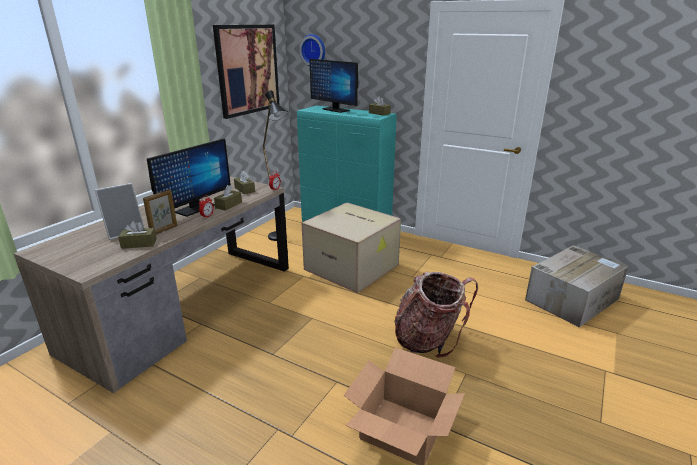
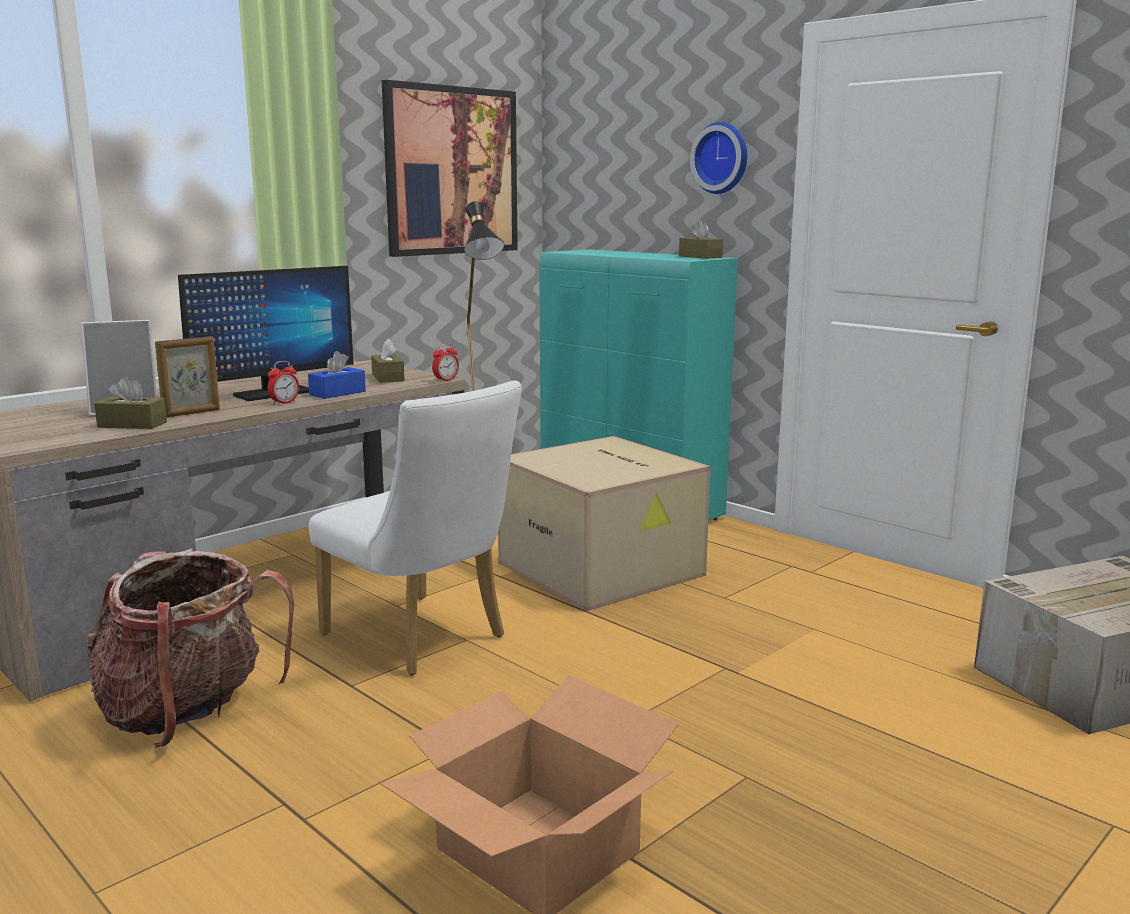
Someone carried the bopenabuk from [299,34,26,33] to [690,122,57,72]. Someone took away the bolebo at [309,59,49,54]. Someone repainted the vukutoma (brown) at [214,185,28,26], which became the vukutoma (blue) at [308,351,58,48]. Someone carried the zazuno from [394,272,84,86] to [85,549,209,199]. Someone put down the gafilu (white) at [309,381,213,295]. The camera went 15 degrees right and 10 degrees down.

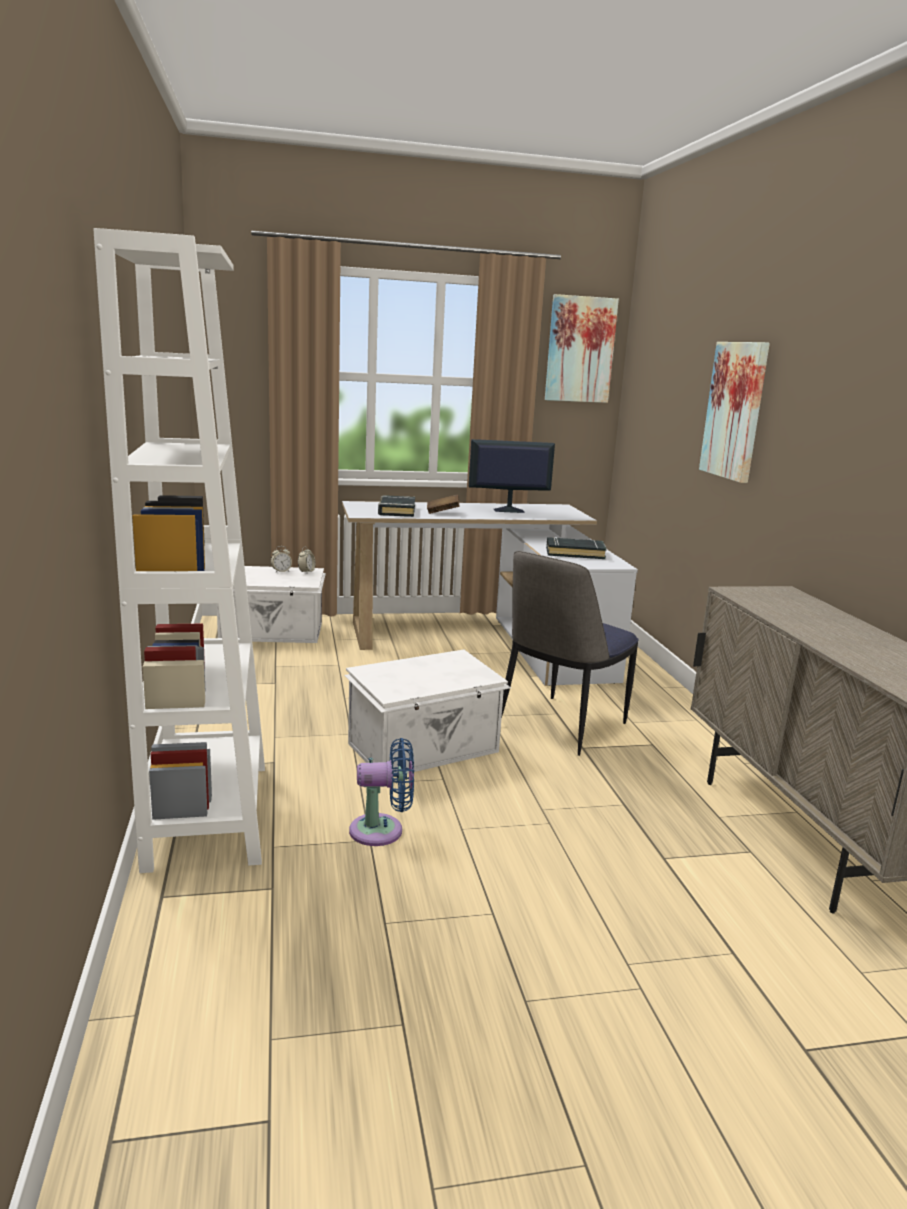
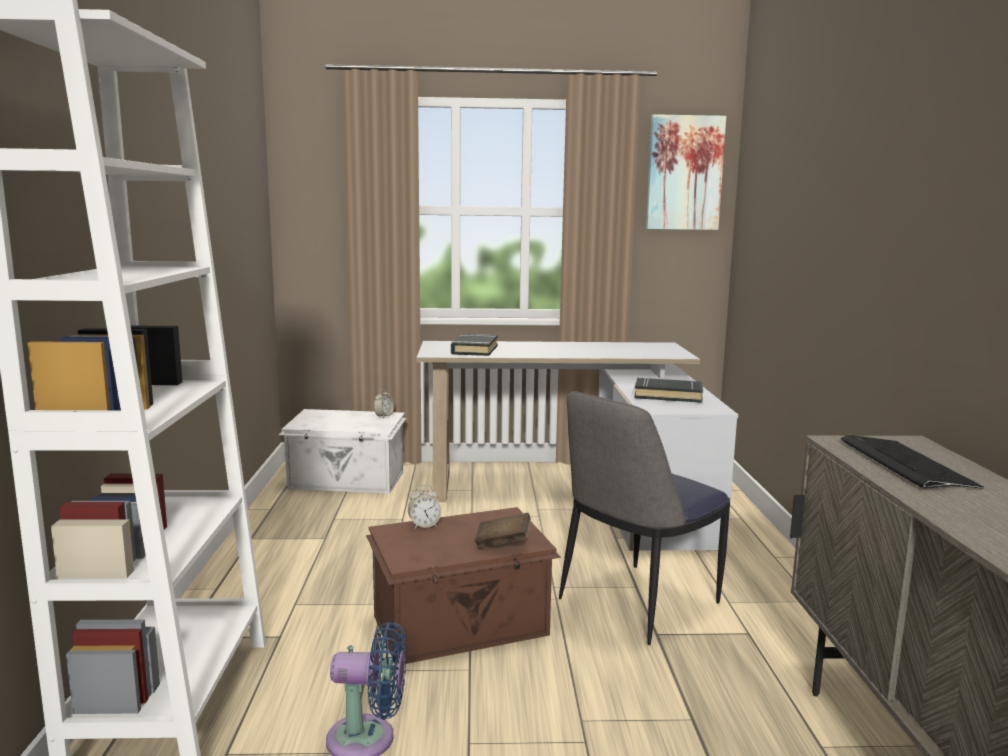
Someone took away the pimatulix at [699,342,71,141]. Someone took away the bolebo at [469,439,86,74]. Someone carried the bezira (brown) from [427,494,32,20] to [474,513,57,36]. Someone carried the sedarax from [271,546,21,26] to [408,485,34,43]. Someone repainted the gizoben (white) at [344,650,167,124], which became the gizoben (brown) at [366,507,195,159]. Someone put down the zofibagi at [841,435,143,54]. The camera went 10 degrees right and 5 degrees down.

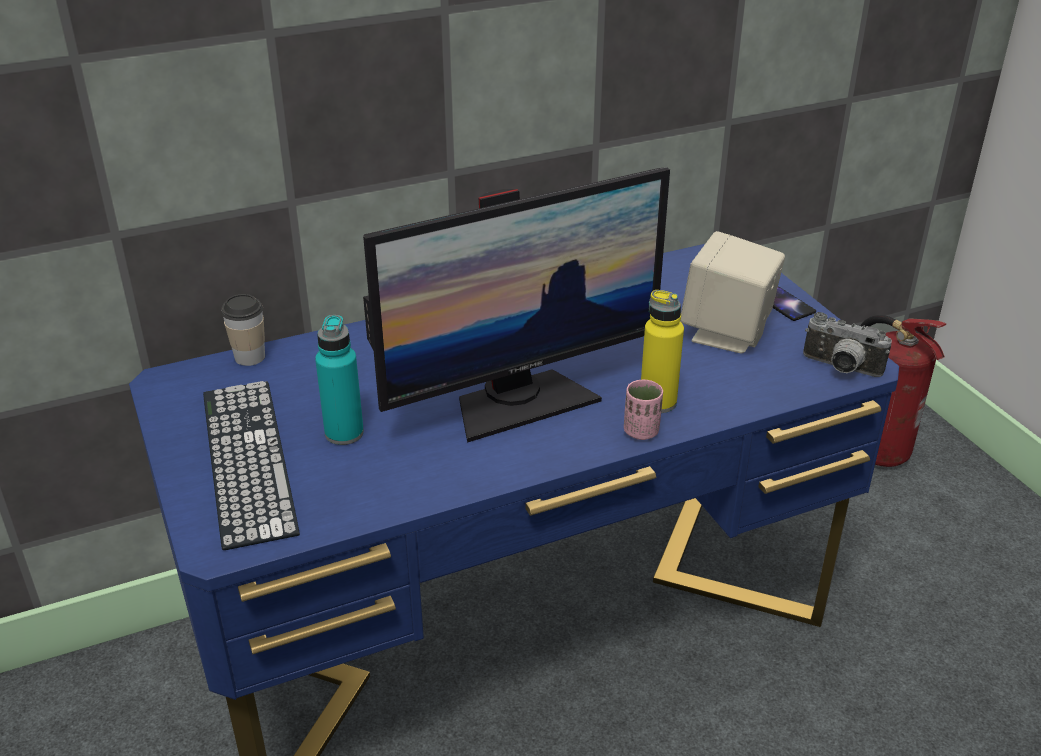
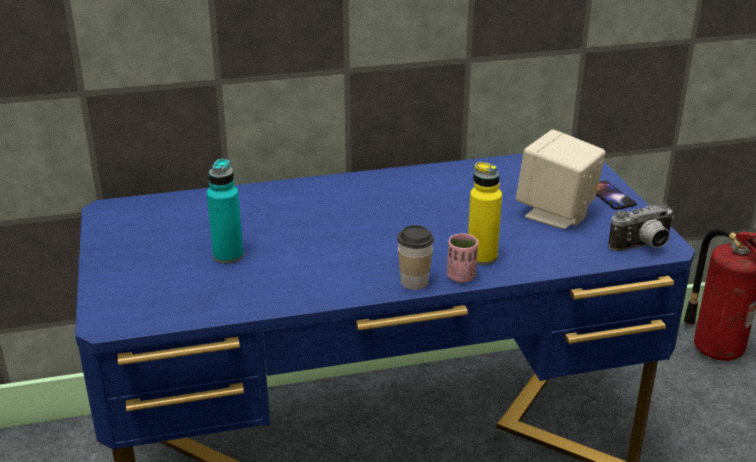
Someone took away the bolebo at [363,167,307,276]. Someone carried the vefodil from [221,294,44,72] to [397,225,37,65]. Someone rotated the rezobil at [803,312,89,65] by 60 degrees counterclockwise. Someone took away the zofibagi at [203,381,97,169]. The camera went 10 degrees right and 5 degrees down.

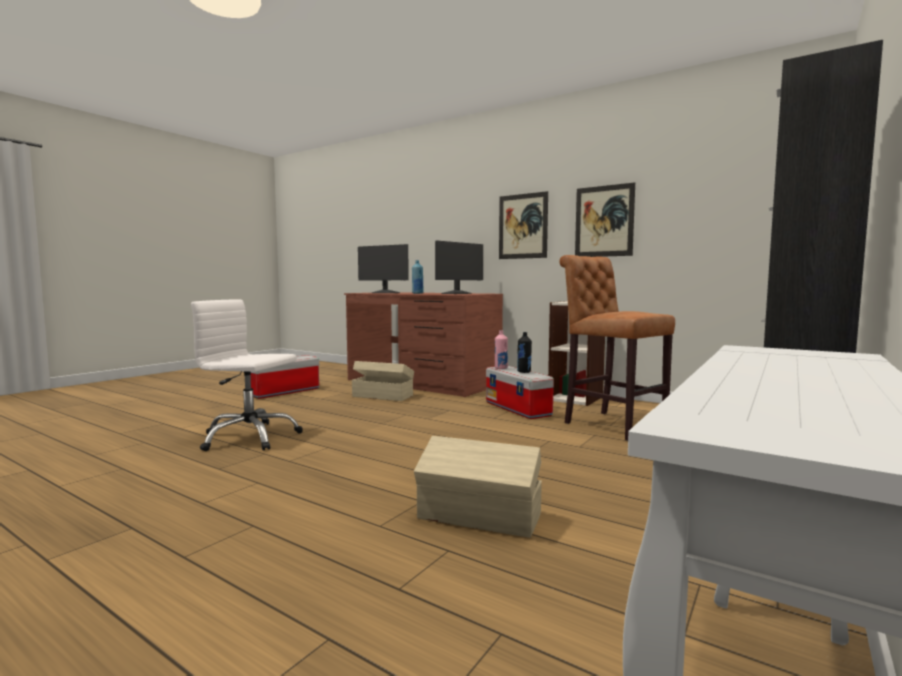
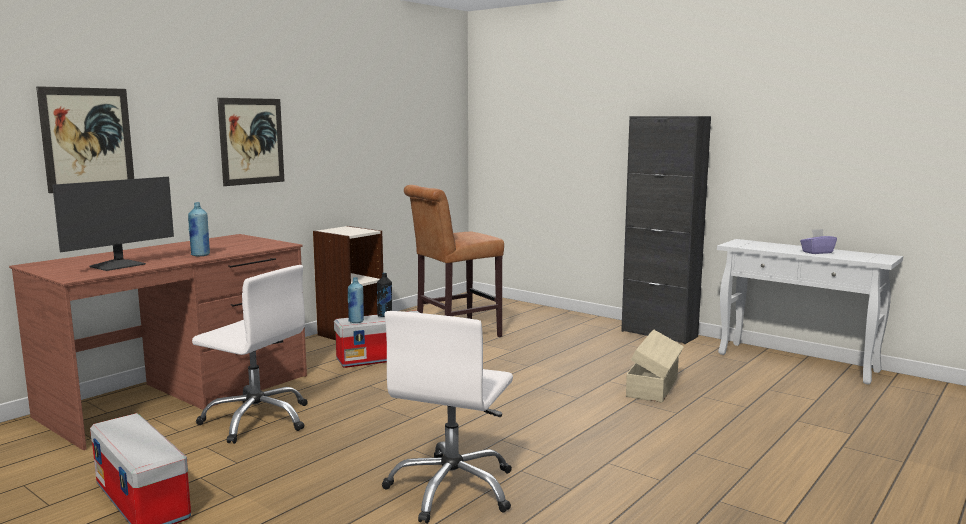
Someone carried the pimatulix from [575,182,60,75] to [36,86,98,107]. Someone took away the bolebo at [435,240,48,54]. Someone repainted the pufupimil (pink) at [495,330,13,39], which became the pufupimil (blue) at [348,277,16,46]. Someone swapped the gizoben (beige) at [352,361,62,40] for the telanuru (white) at [192,265,116,179]. Someone put down the vukutoma (purple) at [800,229,37,25]. The camera went 85 degrees left and 5 degrees up.

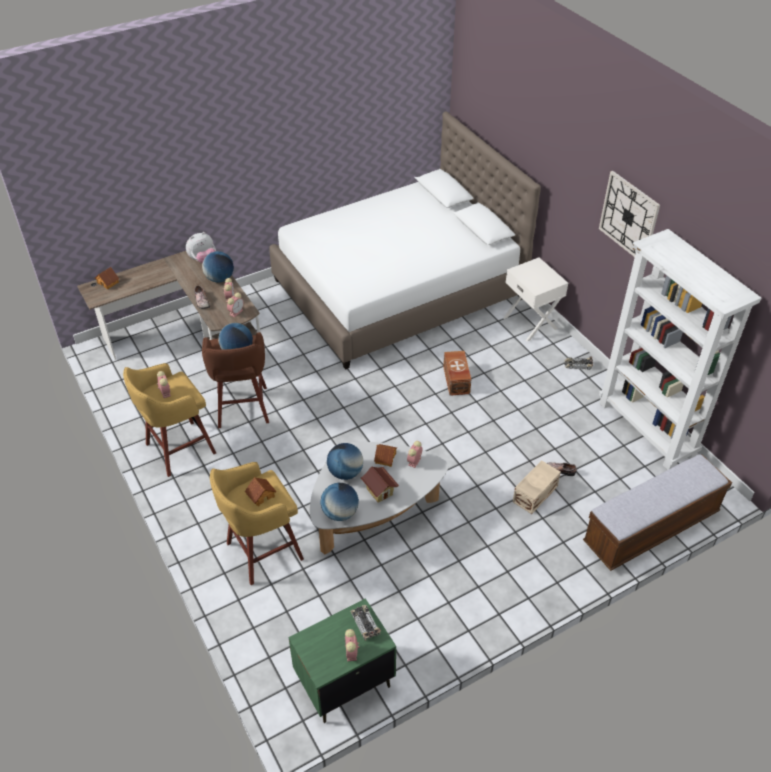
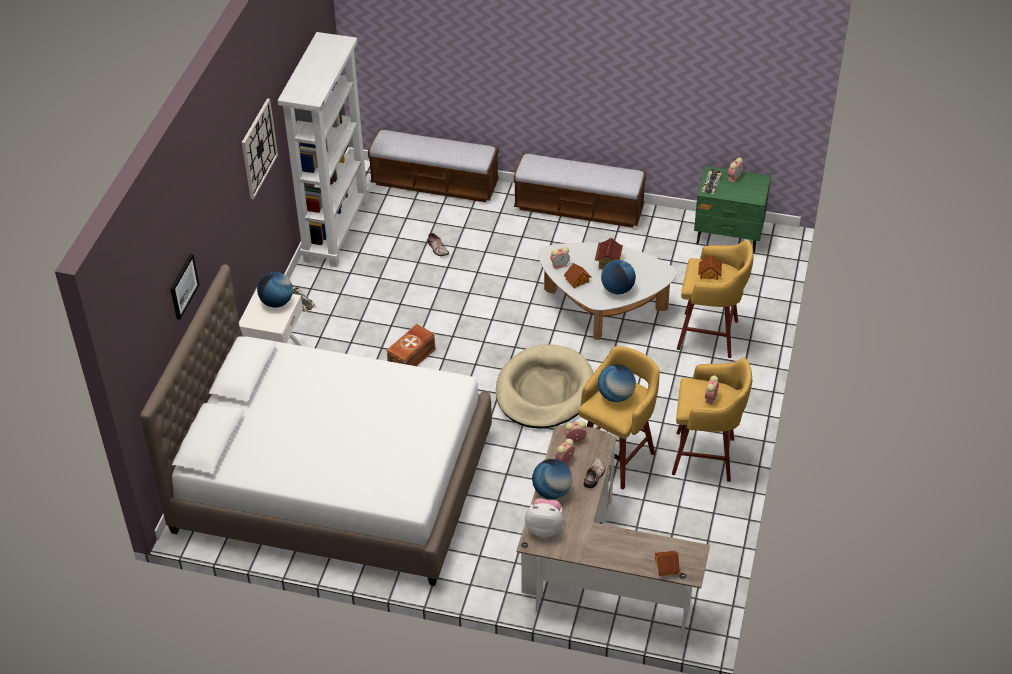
Someone repainted the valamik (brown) at [202,332,67,96], which became the valamik (yellow) at [578,346,82,144]. Someone took away the gizoben (beige) at [513,460,48,54]. Someone carried the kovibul from [320,483,39,38] to [257,272,36,36]. Someone put down the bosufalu at [514,153,132,75]. Someone put up the pimatulix at [170,254,29,66]. Someone put down the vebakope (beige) at [496,344,97,85]. The camera went 135 degrees left and 0 degrees up.

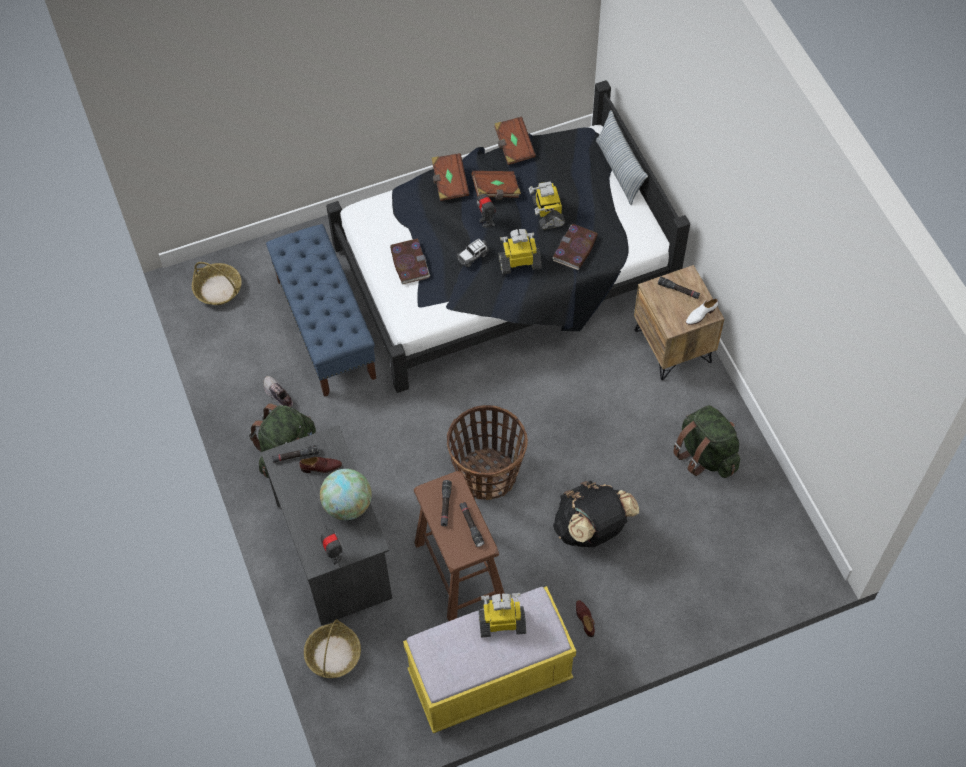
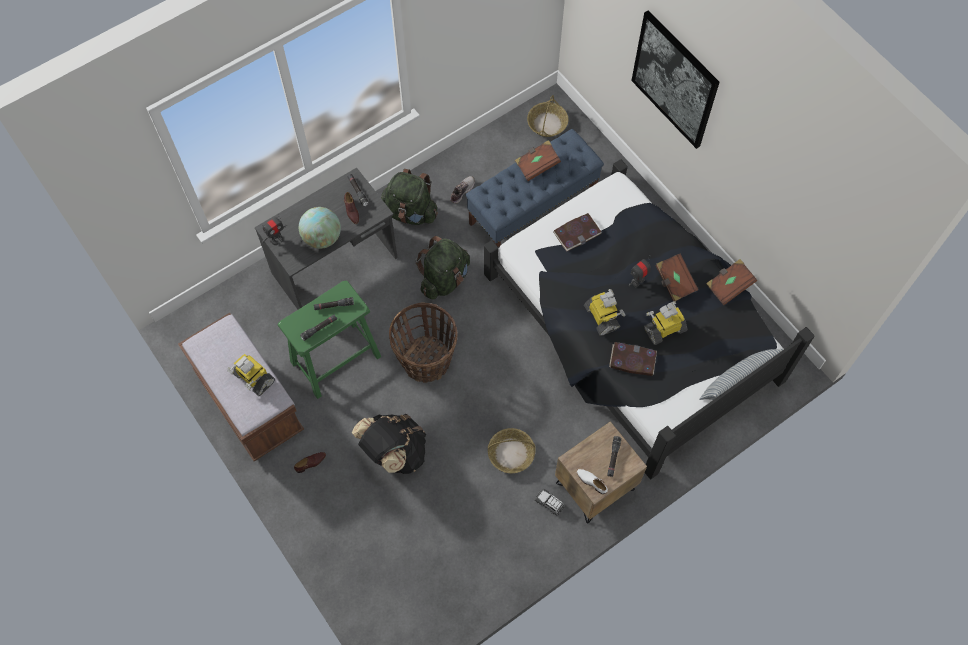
Someone carried the bezira (brown) from [432,153,37,48] to [515,140,46,41]. Someone carried the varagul from [456,239,33,28] to [535,489,30,26]. Someone carried the zazuno (green) from [673,405,67,73] to [415,236,55,64]. Someone repainted the valamik (brown) at [414,471,91,150], which became the valamik (green) at [277,280,104,119]. Someone repainted the bosufalu (yellow) at [403,586,173,147], which became the bosufalu (brown) at [178,313,126,148]. Someone rotated the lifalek at [479,593,47,45] by 150 degrees clockwise. Someone carried the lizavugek from [304,619,57,59] to [488,428,47,45]. Someone put up the pimatulix at [631,10,89,139]. The camera went 75 degrees right and 5 degrees up.

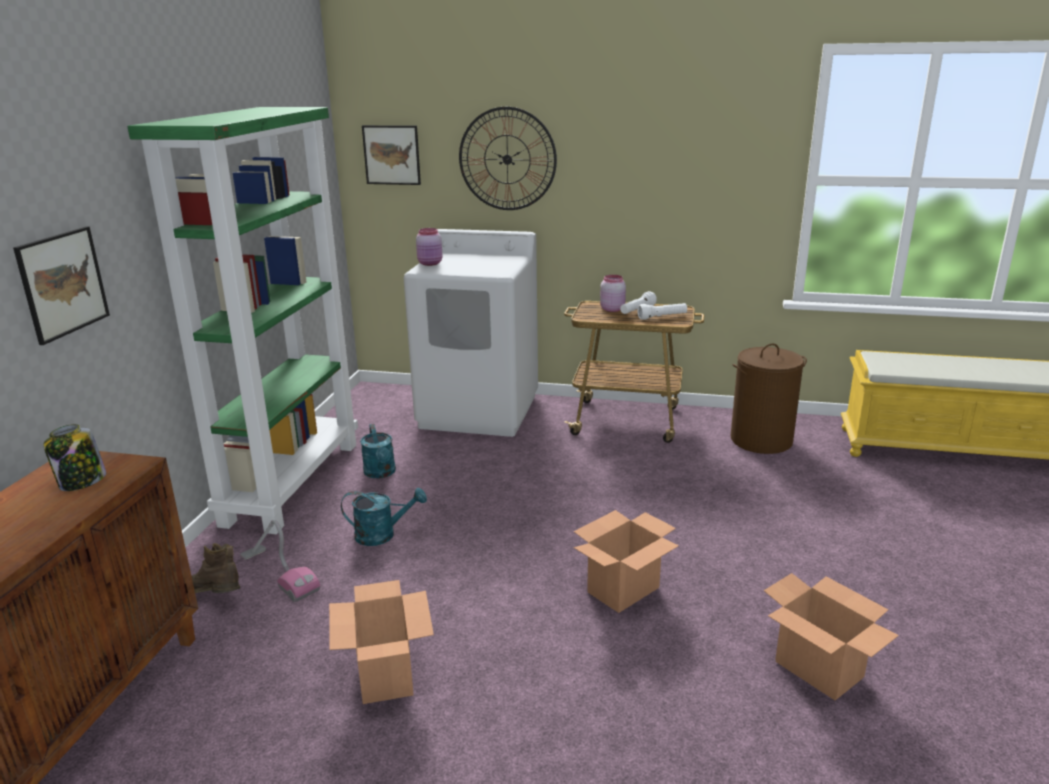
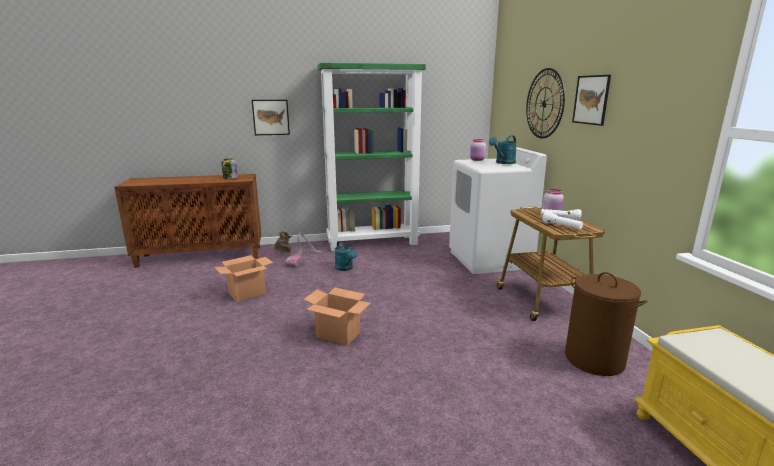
Someone carried the pimatulix from [362,125,59,60] to [572,75,39,51]. Someone carried the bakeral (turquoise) from [360,424,36,54] to [489,135,28,29]. Someone took away the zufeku at [764,573,135,127]. The camera went 65 degrees right and 5 degrees down.

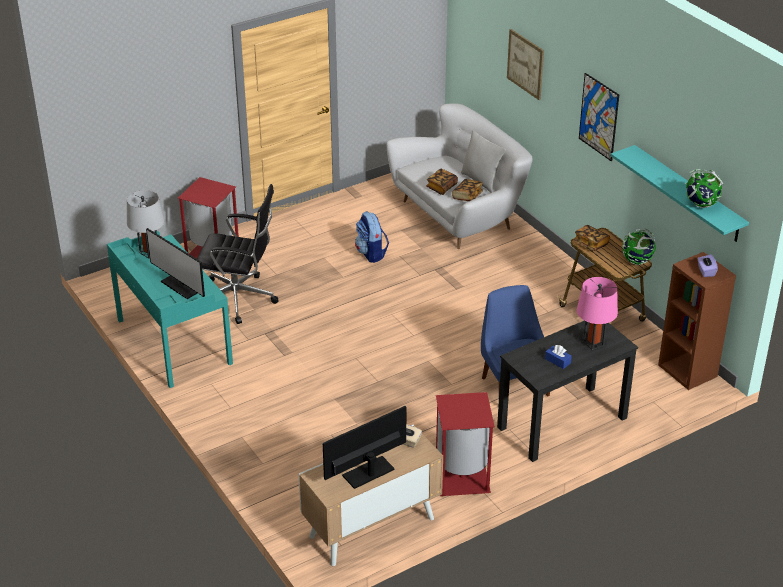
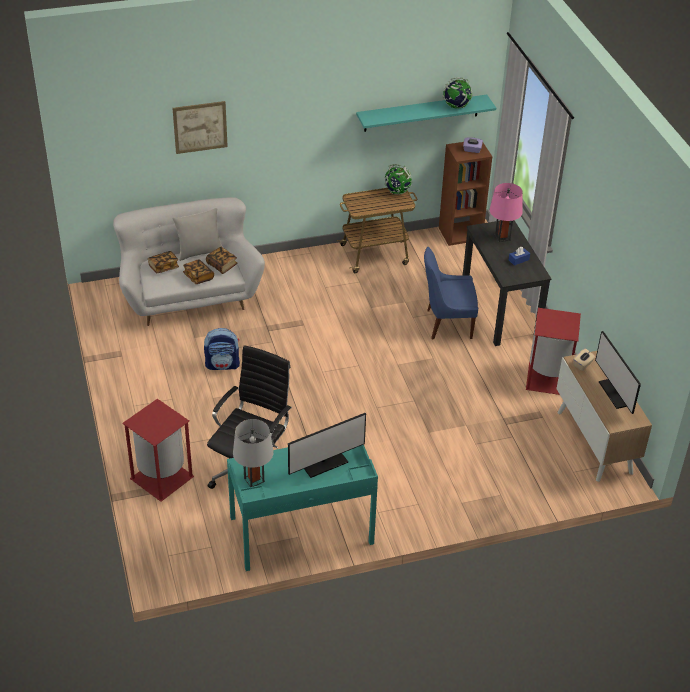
Someone took away the pimatulix at [579,73,40,88]. Someone carried the bezira from [574,225,36,26] to [148,251,31,22]. The camera went 75 degrees left and 5 degrees up.

